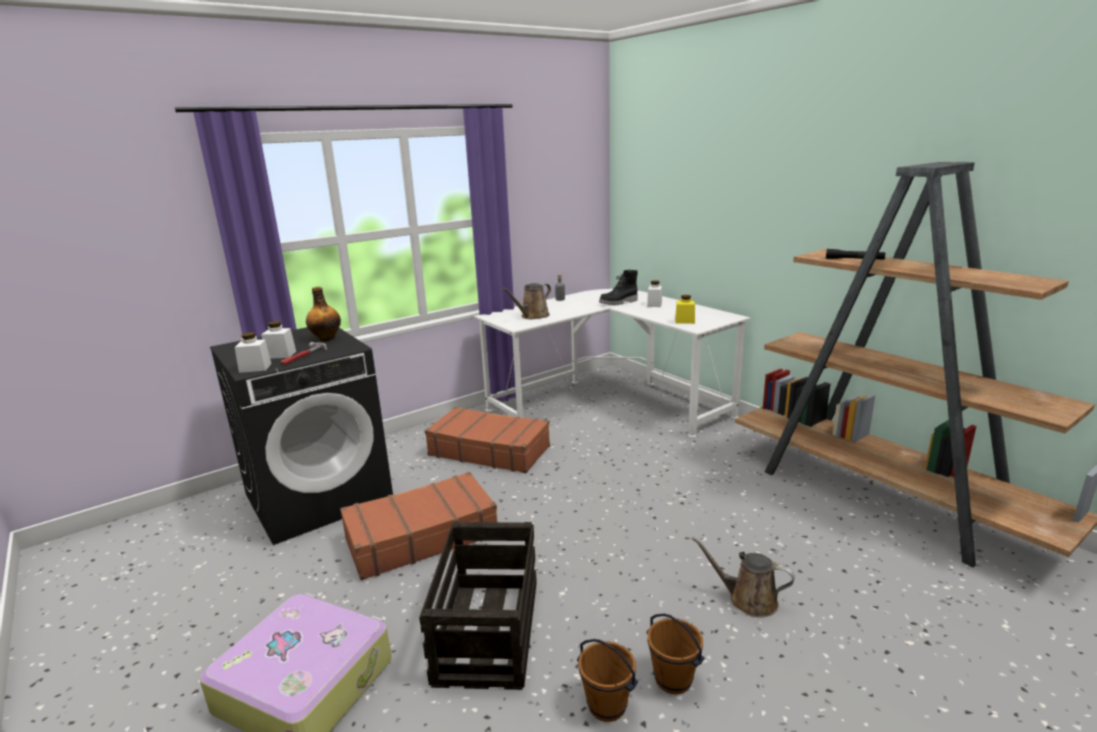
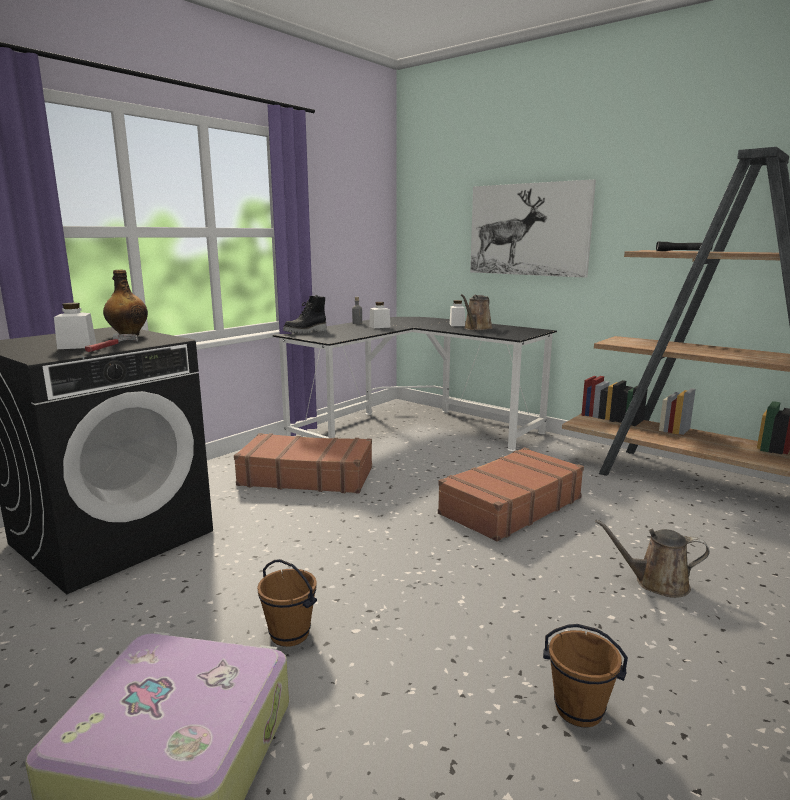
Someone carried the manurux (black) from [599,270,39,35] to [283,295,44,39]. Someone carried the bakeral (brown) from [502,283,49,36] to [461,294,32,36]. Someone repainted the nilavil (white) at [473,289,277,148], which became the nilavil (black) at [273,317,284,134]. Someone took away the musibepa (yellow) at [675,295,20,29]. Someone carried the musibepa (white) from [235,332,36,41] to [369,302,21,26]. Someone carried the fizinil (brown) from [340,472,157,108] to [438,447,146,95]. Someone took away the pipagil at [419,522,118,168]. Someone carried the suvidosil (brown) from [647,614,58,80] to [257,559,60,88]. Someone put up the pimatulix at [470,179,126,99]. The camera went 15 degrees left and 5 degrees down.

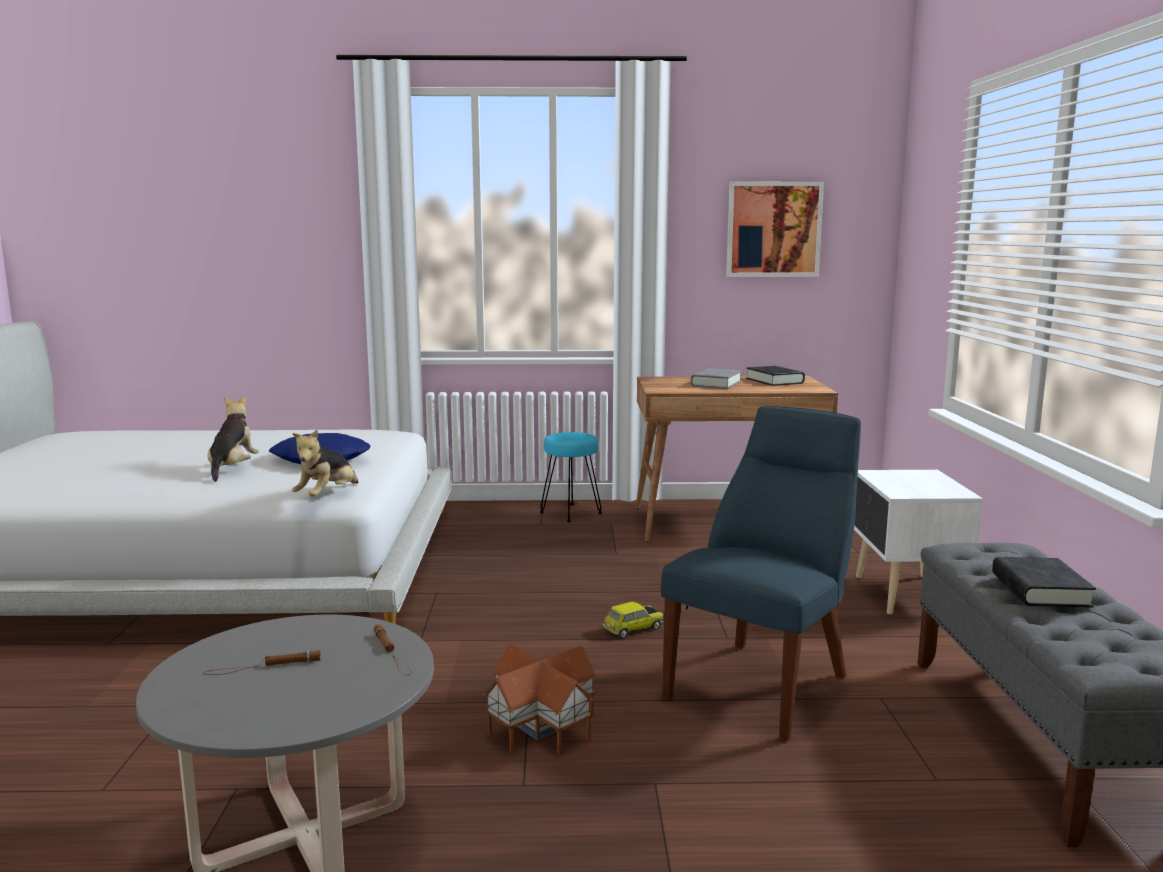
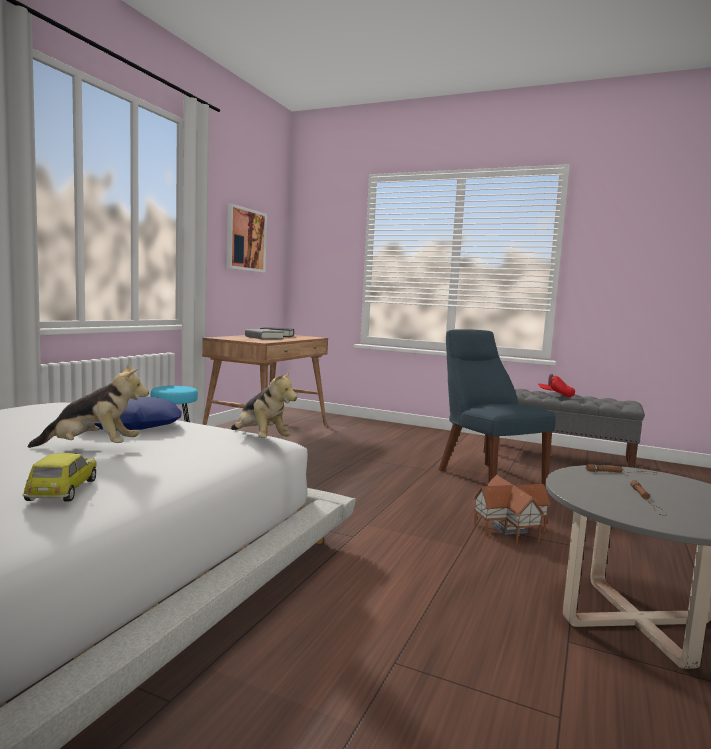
Someone rotated the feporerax at [207,397,52,85] by 150 degrees clockwise. Someone took away the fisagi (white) at [854,470,129,144]. Someone swapped the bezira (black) at [992,557,104,51] for the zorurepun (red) at [538,374,37,23]. Someone carried the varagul from [603,602,60,36] to [23,453,74,48]. The camera went 65 degrees left and 5 degrees down.

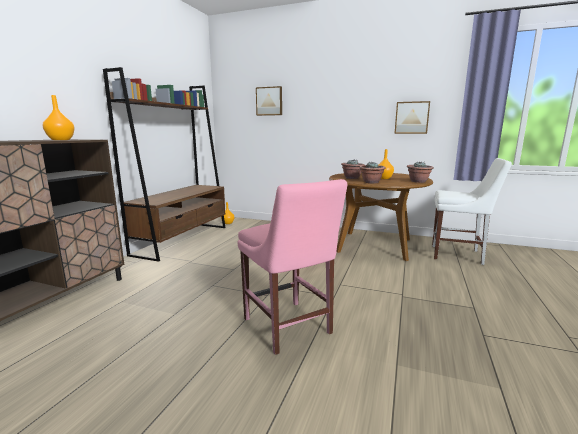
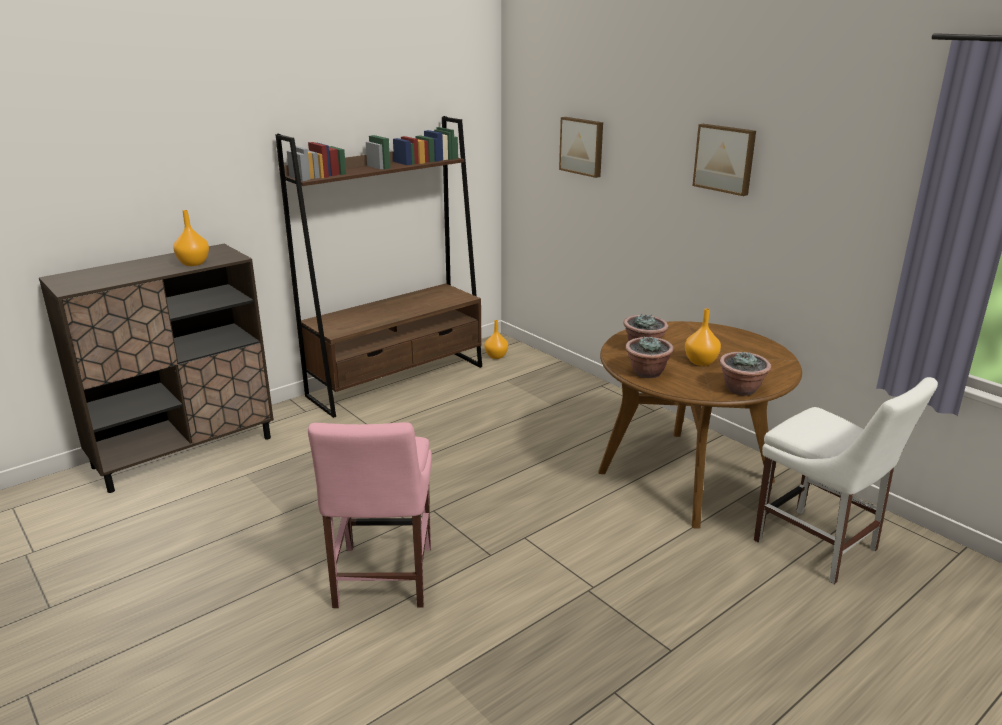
Someone carried the pimatulix from [394,101,36,33] to [692,124,64,72]. The camera went 30 degrees right and 10 degrees up.

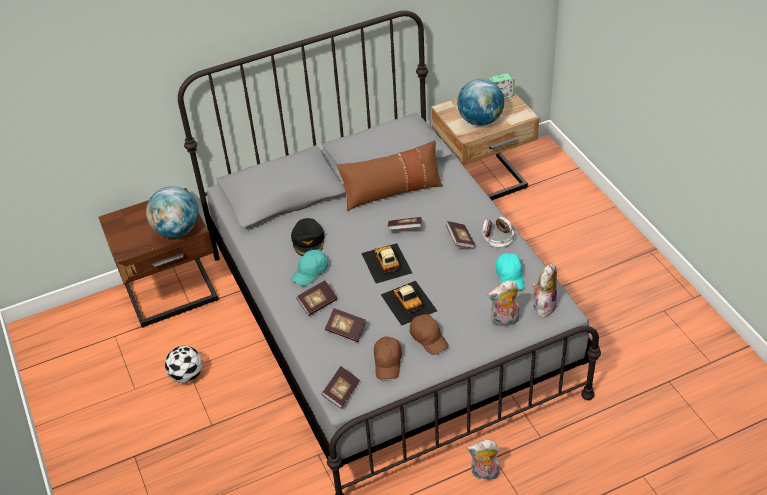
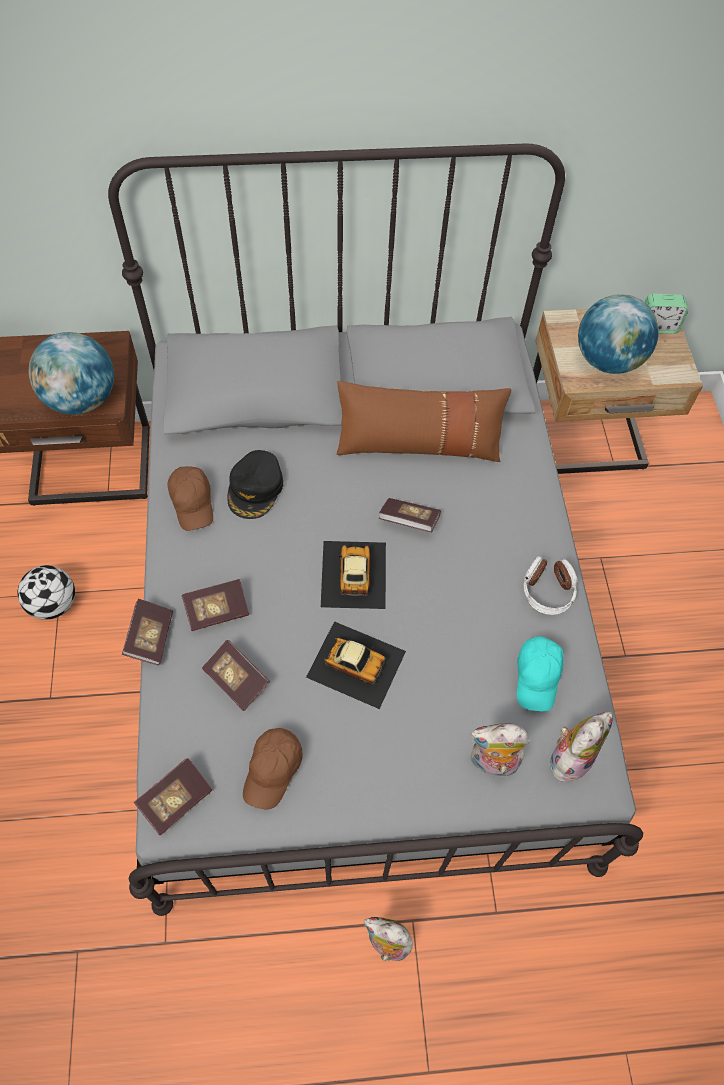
Someone carried the bezira from [446,221,29,28] to [122,599,51,66]. Someone took away the zorurepun (turquoise) at [291,250,37,36]. Someone rotated the varagul at [380,281,57,45] by 60 degrees counterclockwise. Someone carried the zorurepun (brown) from [410,314,39,41] to [167,466,46,65]. The camera went 15 degrees right and 15 degrees up.

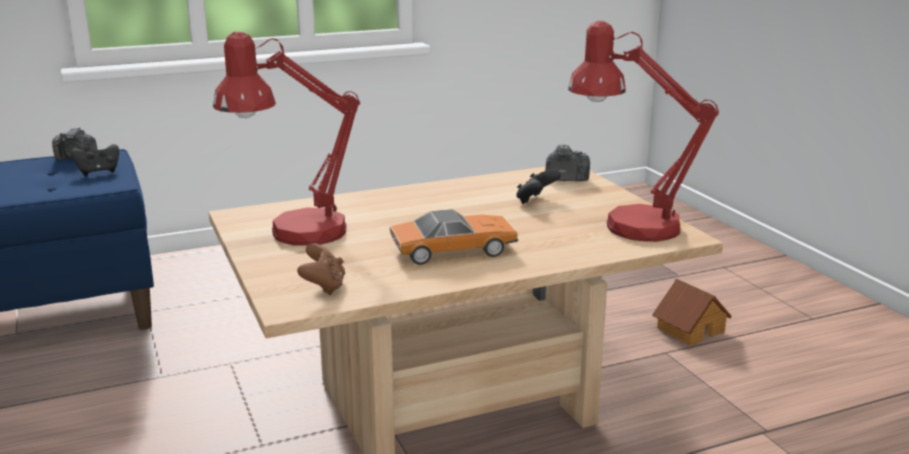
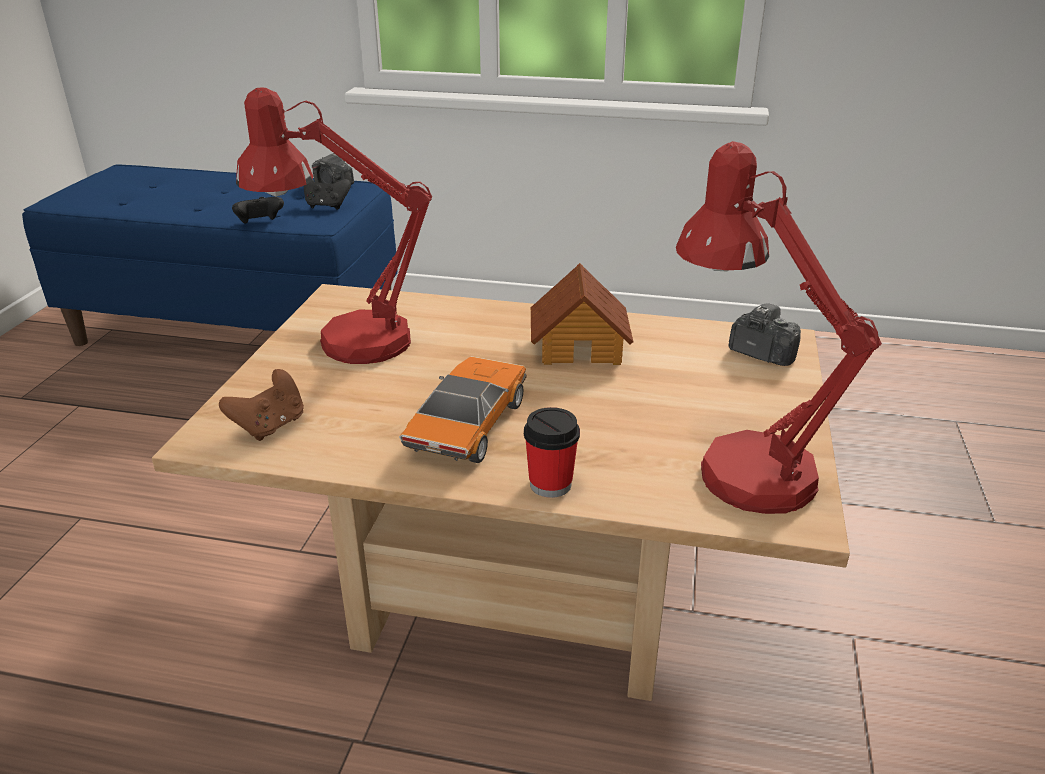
Someone carried the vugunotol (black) from [516,169,45,35] to [232,197,52,27]. Someone rotated the varagul at [390,209,128,56] by 90 degrees counterclockwise. Someone carried the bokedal from [652,279,80,67] to [531,263,103,102]. Someone put down the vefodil at [524,407,56,91]. The camera went 35 degrees right and 10 degrees up.

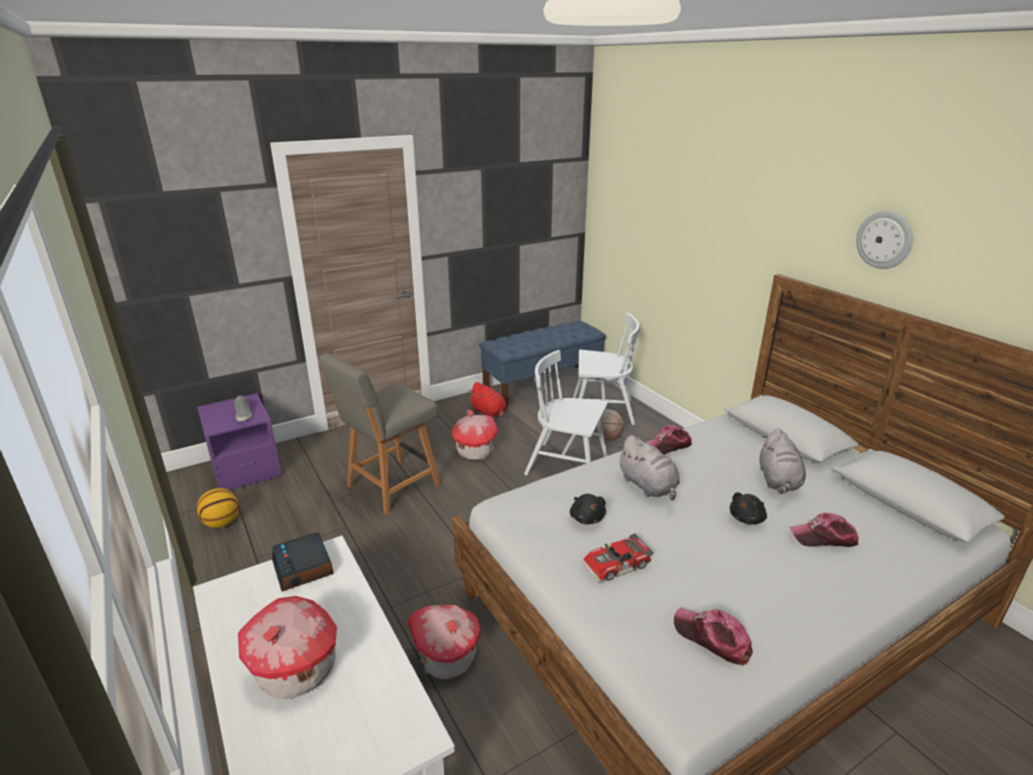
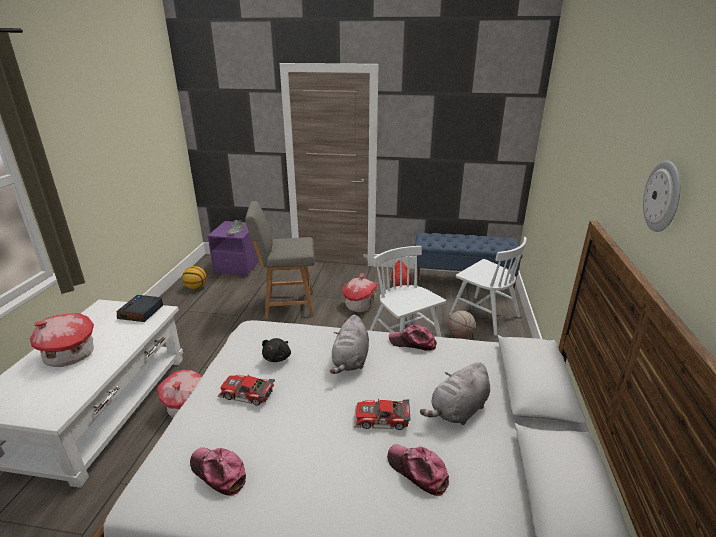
Someone swapped the feporerax (black) at [730,492,37,32] for the varagul at [354,399,57,31]. Someone rotated the zorurepun at [674,608,79,58] by 45 degrees counterclockwise. The camera went 40 degrees right and 0 degrees up.

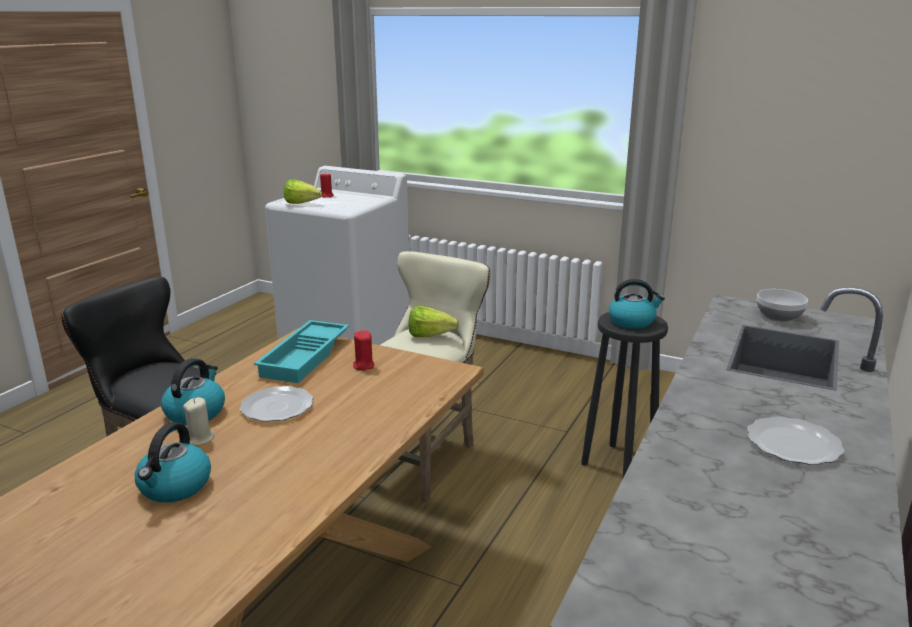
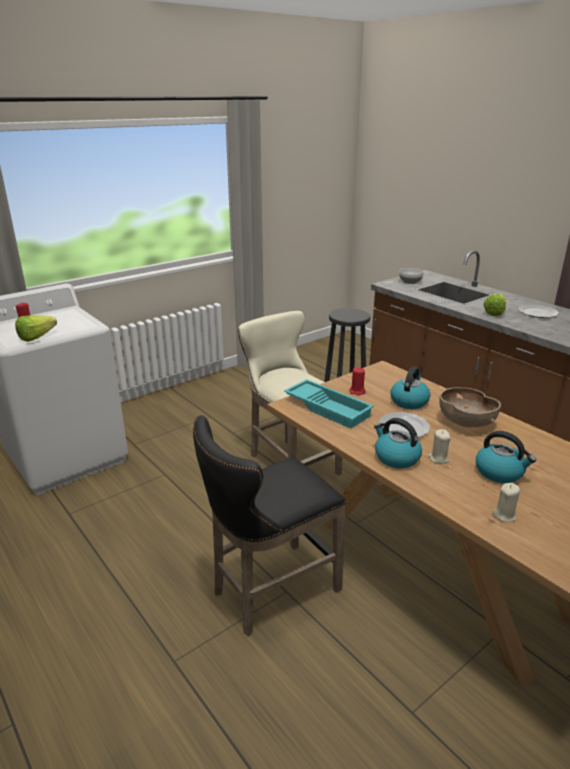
Someone carried the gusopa from [609,279,56,50] to [390,367,41,42]. Someone carried the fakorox from [409,306,50,31] to [483,294,23,22]. Someone put down the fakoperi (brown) at [439,387,62,40]. Someone put down the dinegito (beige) at [492,483,28,39]. The camera went 65 degrees left and 5 degrees up.

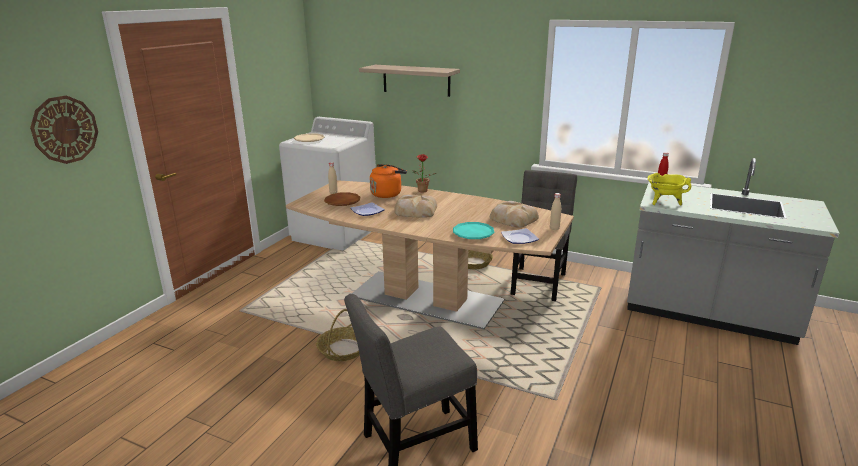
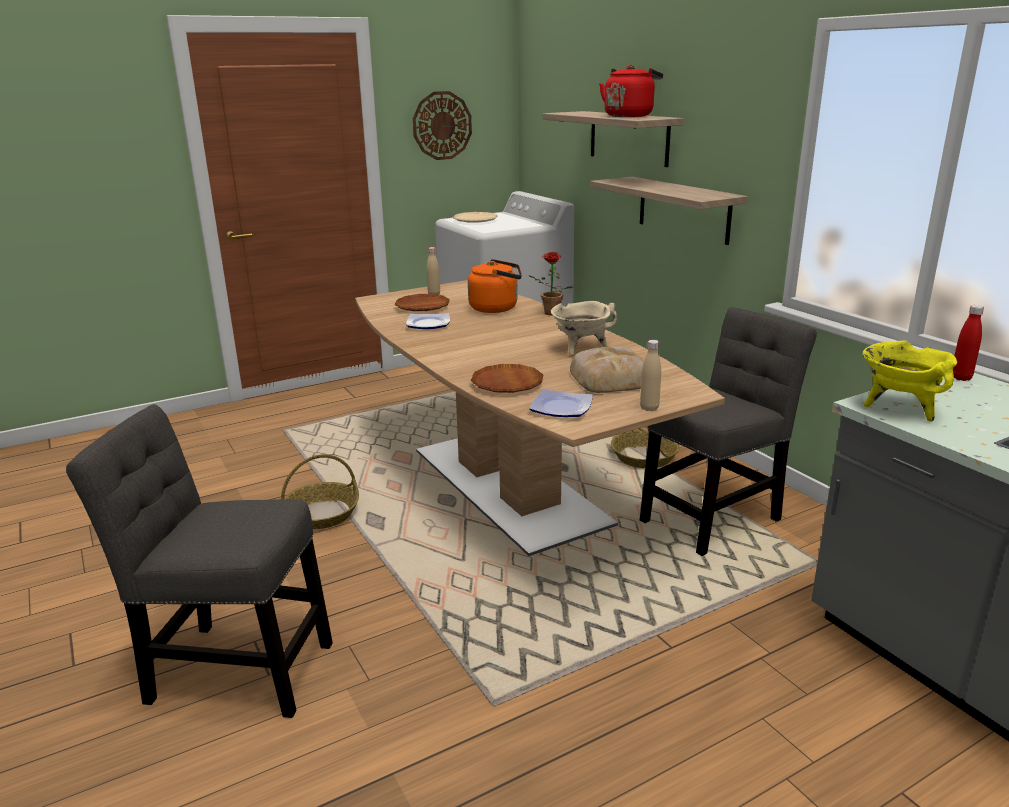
Someone carried the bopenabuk from [30,96,68,68] to [413,91,59,69]. Someone took away the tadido at [394,195,43,23]. Someone repainted the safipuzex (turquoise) at [453,222,42,17], which became the safipuzex (brown) at [471,364,72,29]. Someone put down the gusopa (red) at [599,65,64,52]. Someone put up the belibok at [590,177,158,68]. Someone put down the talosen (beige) at [551,301,66,55]. The camera went 35 degrees right and 0 degrees up.

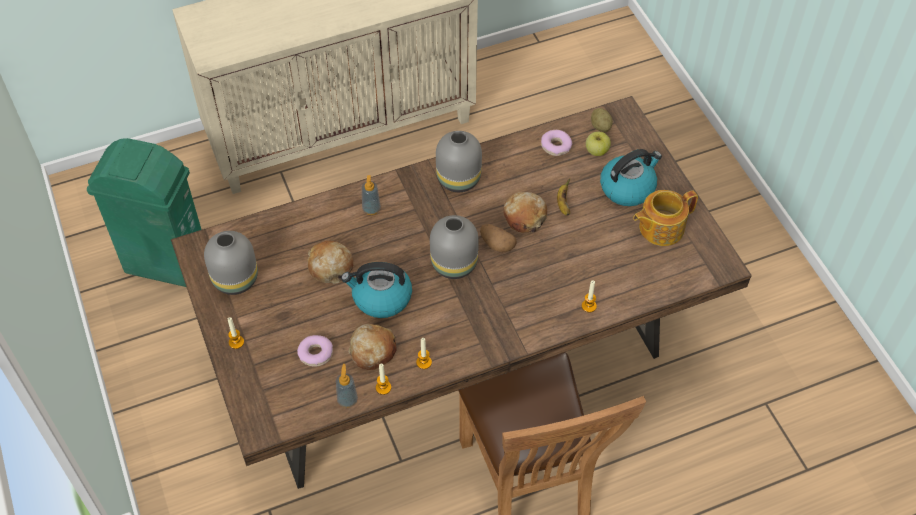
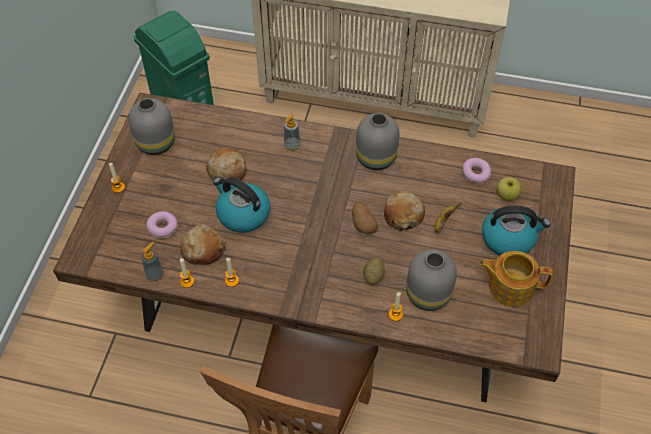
Someone carried the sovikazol from [591,108,22,24] to [363,258,22,27]. Someone carried the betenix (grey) from [430,215,49,64] to [406,249,51,62]. The camera went 35 degrees right and 0 degrees up.

